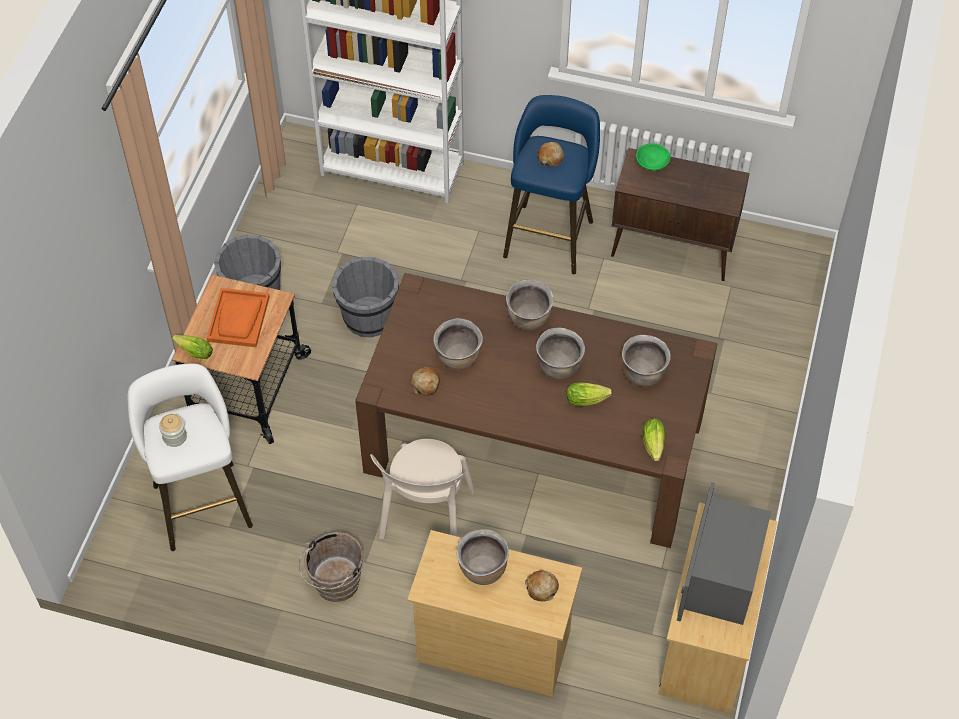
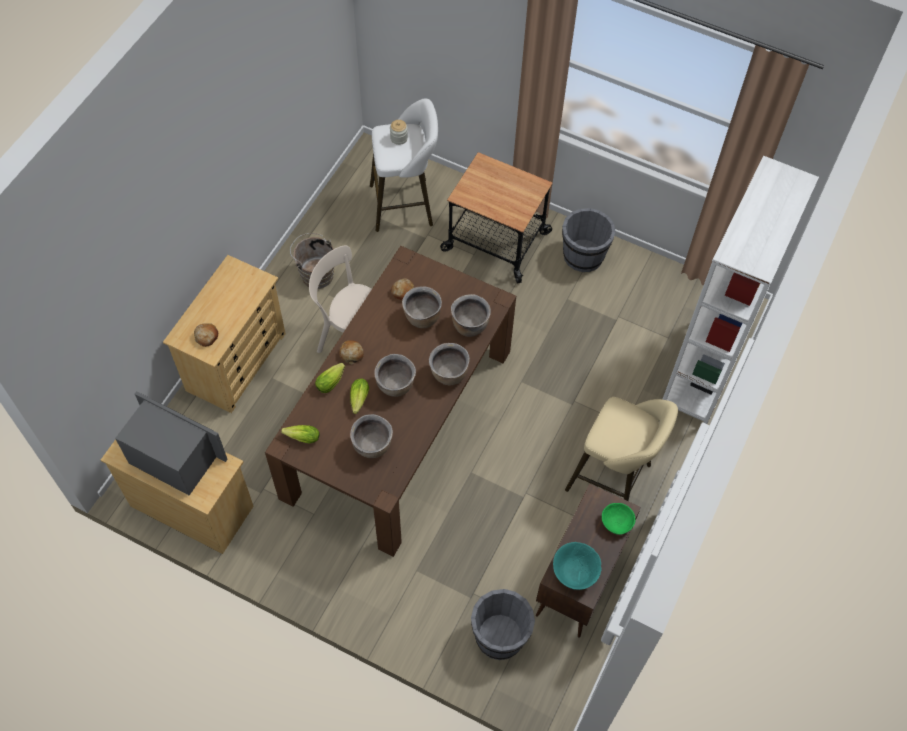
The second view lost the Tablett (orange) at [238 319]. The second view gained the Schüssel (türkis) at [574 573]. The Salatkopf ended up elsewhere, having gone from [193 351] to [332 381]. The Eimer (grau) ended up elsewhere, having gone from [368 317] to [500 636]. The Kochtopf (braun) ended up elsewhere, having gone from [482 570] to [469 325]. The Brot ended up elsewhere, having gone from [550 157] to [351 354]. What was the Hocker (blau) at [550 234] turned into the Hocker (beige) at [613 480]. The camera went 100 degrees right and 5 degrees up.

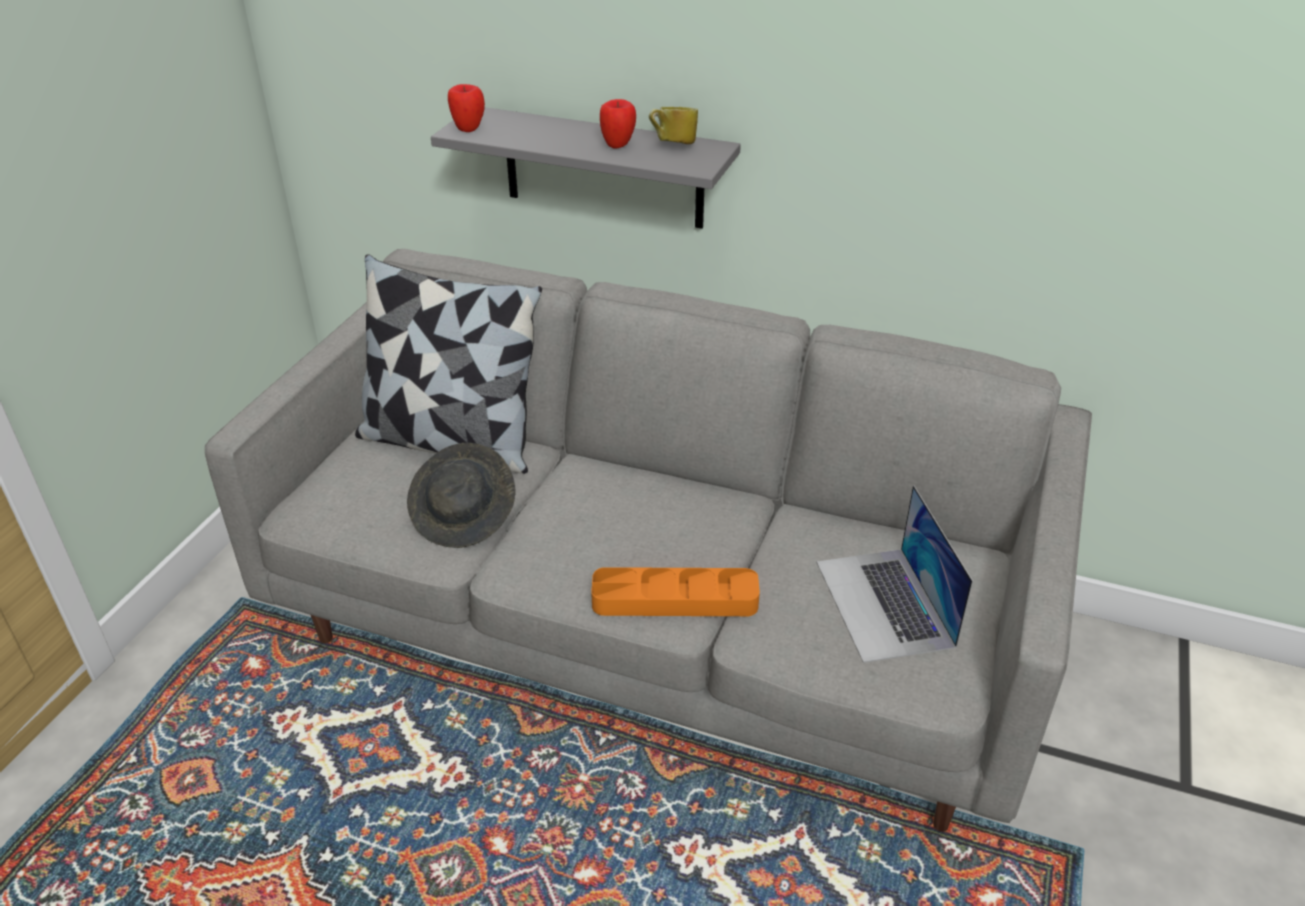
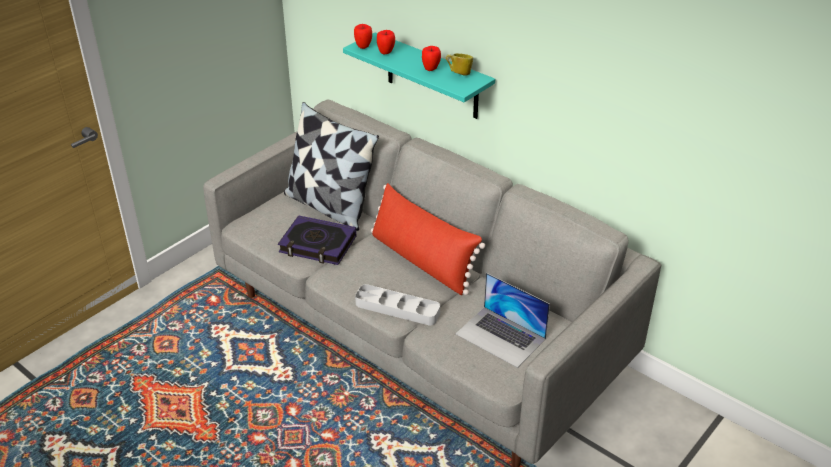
The second view gained the Kissen (rot) at [422 261]. The second view gained the Apfel at [386 53]. Where the Hut (grau) stood at [465 516], the Buch came to stand at [318 245]. What was the Wandregal (grau) at [603 168] turned into the Wandregal (türkis) at [432 77]. What was the Tablett (orange) at [675 599] turned into the Tablett (grau) at [397 308]. The Laptop at [884 603] ended up facing another way, 60 degrees counterclockwise from before. The camera went 20 degrees right and 0 degrees up.

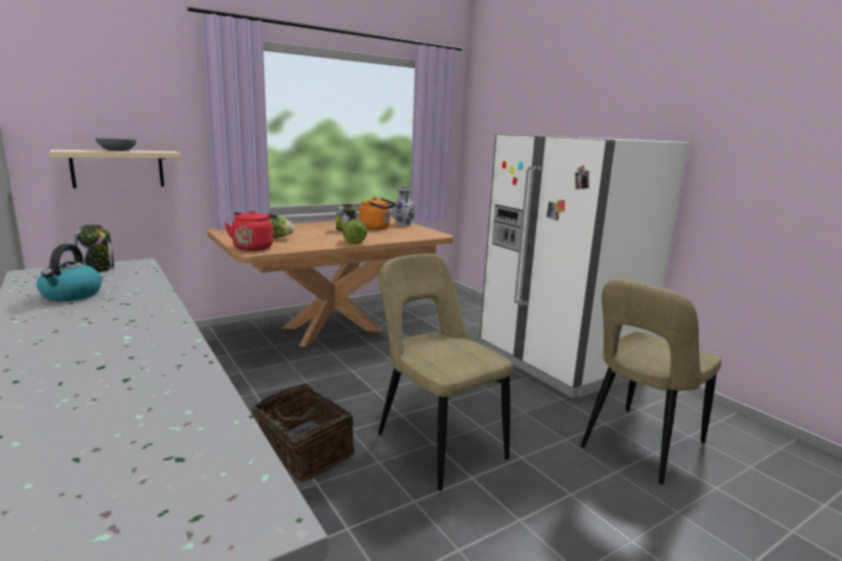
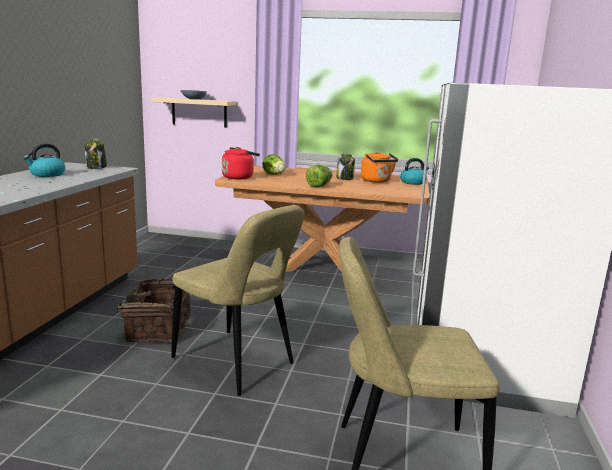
Where the Vase stood at [402 224], the Wasserkessel came to stand at [413 182]. The Stuhl (beige) at [436 444] ended up facing another way, 120 degrees clockwise from before. The camera went 45 degrees right and 0 degrees up.

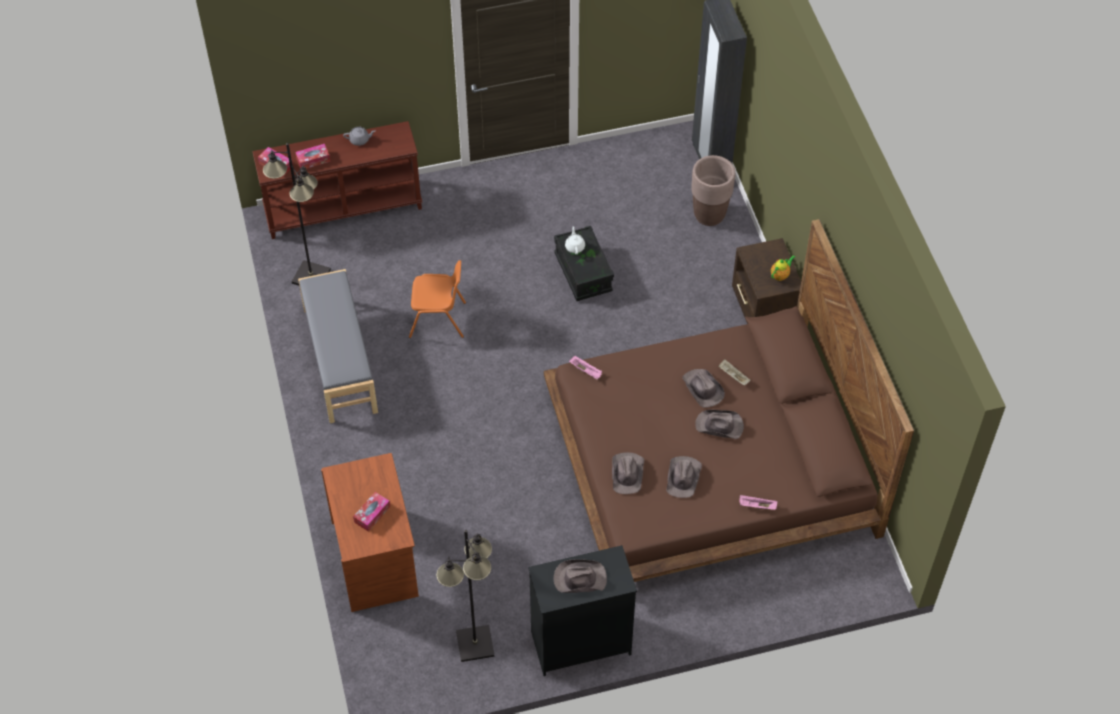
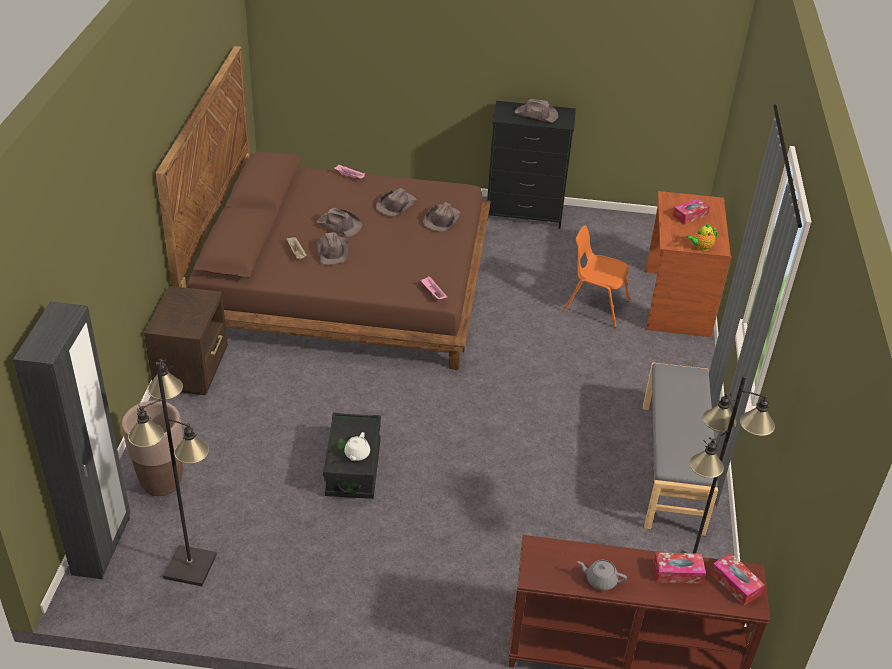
The Stuhl (orange) ended up elsewhere, having gone from [438 320] to [594 306]. The Stehlampe (schwarz) ended up elsewhere, having gone from [474 644] to [191 566]. The Teekanne ended up elsewhere, having gone from [780 275] to [701 247]. The camera went 160 degrees left and 15 degrees down.

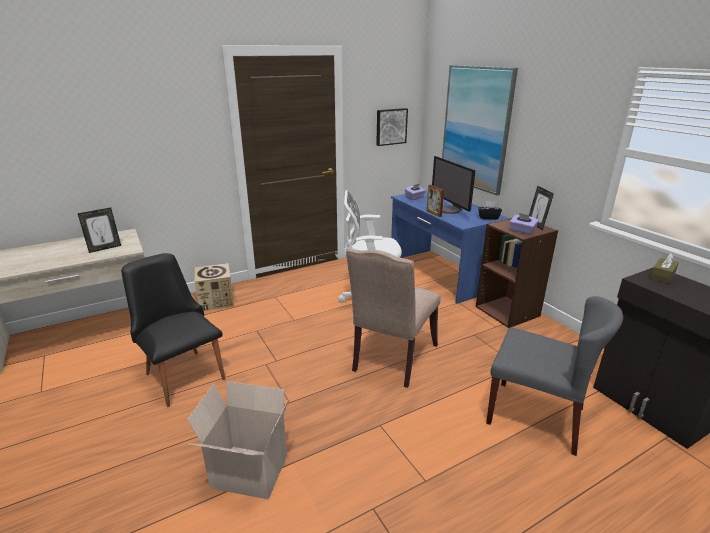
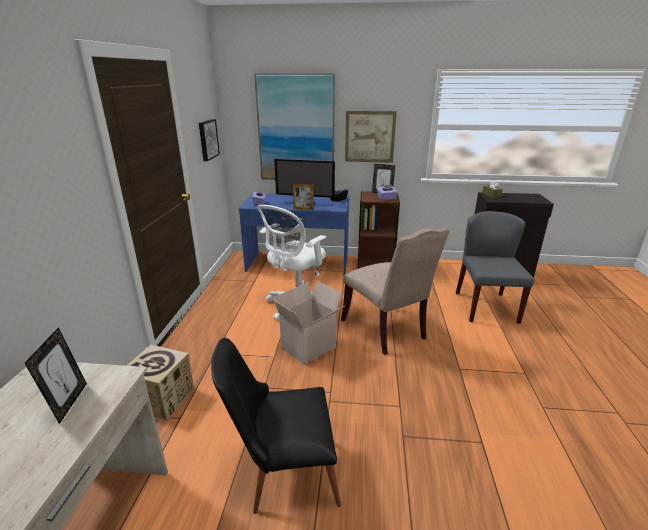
The second view gained the Bild at [370 136]. The Karton ended up elsewhere, having gone from [247 473] to [309 348]. The Stuhl (grau) at [536 416] ended up facing another way, 60 degrees counterclockwise from before. The camera went 55 degrees left and 0 degrees up.

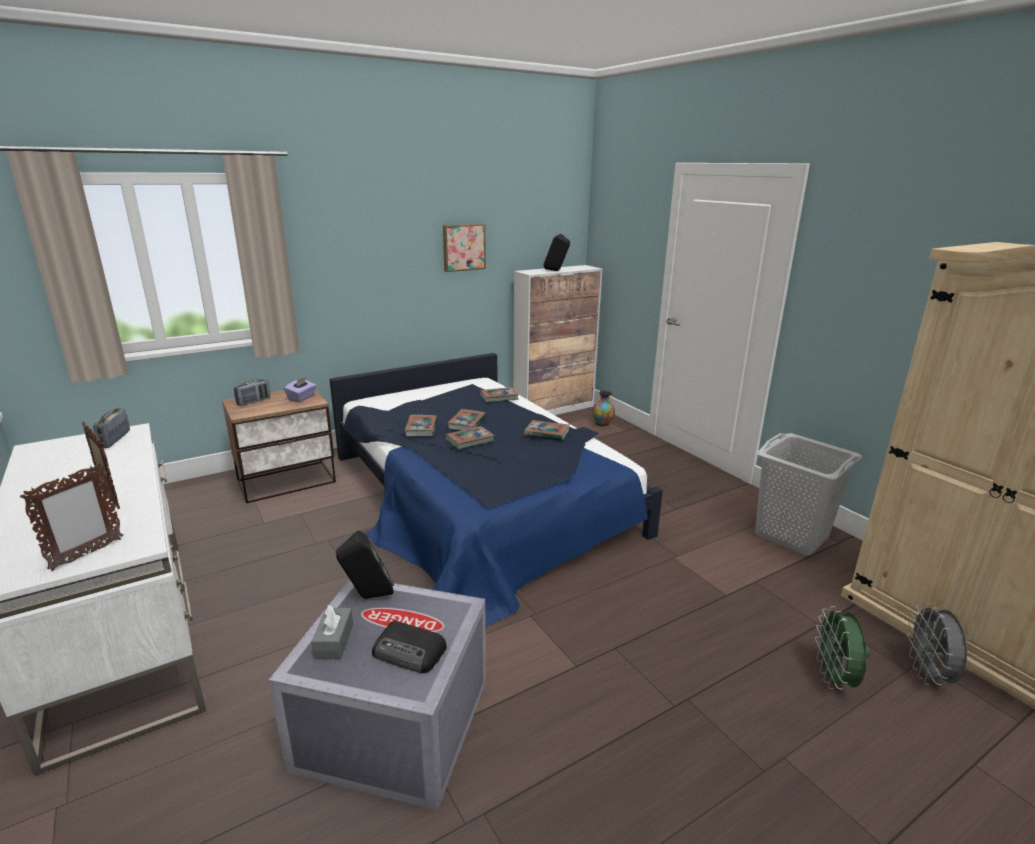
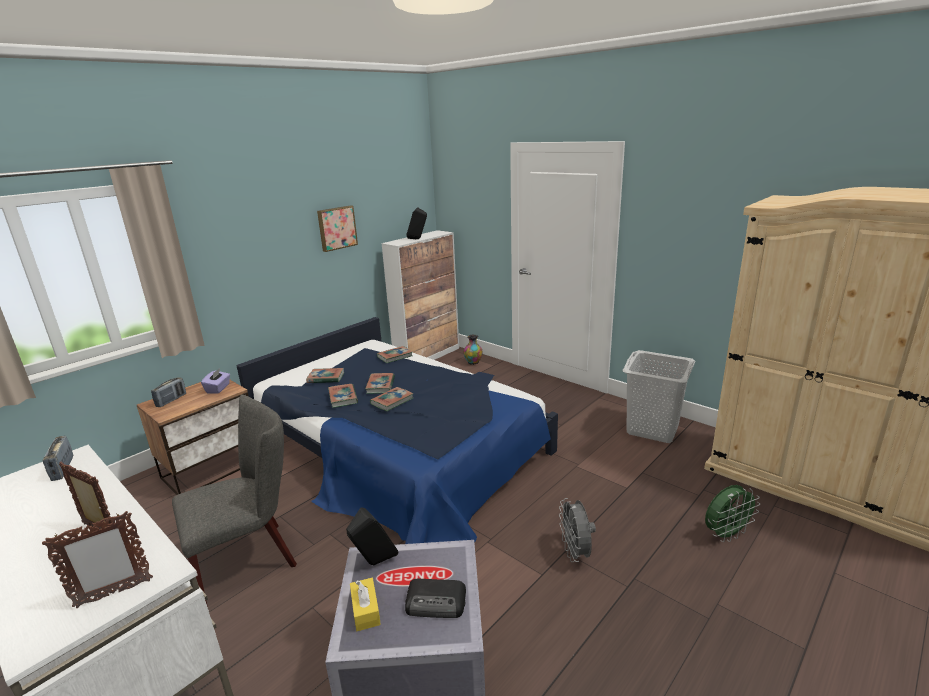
The second view gained the Stuhl (grau) at [250 559]. The Buch ended up elsewhere, having gone from [546 433] to [326 378]. The Ventilator (grau) ended up elsewhere, having gone from [928 675] to [575 553]. What was the Taschentuchbox (grau) at [334 641] turned into the Taschentuchbox (gelb) at [365 610]. The Bilderrahmen at [86 554] ended up facing another way, 45 degrees clockwise from before. The Ventilator (grün) at [834 679] ended up facing another way, 105 degrees counterclockwise from before. The camera went 15 degrees left and 0 degrees up.

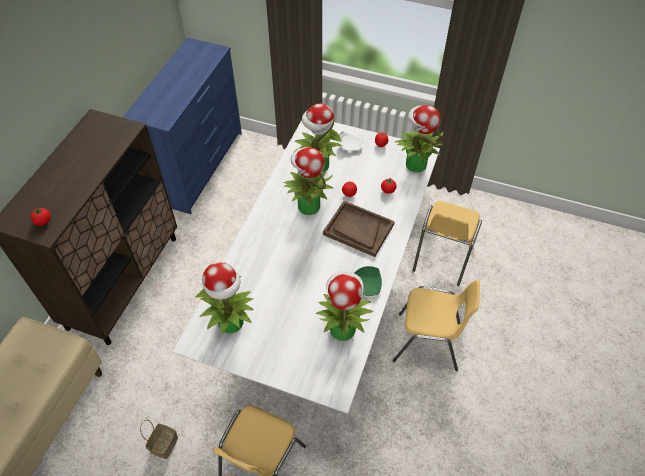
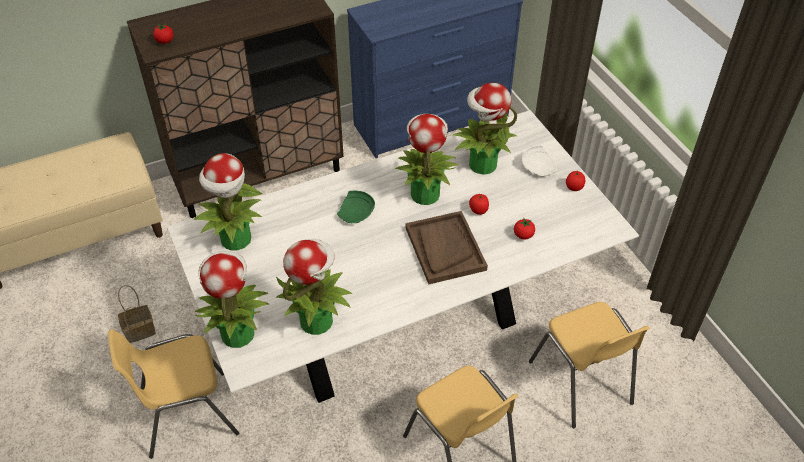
The Teller (grün) ended up elsewhere, having gone from [368 285] to [356 213]. The Topfpflanze ended up elsewhere, having gone from [415 164] to [237 333]. The Stuhl (gelb) at [442 257] ended up facing another way, 90 degrees counterclockwise from before. The camera went 45 degrees right and 5 degrees down.

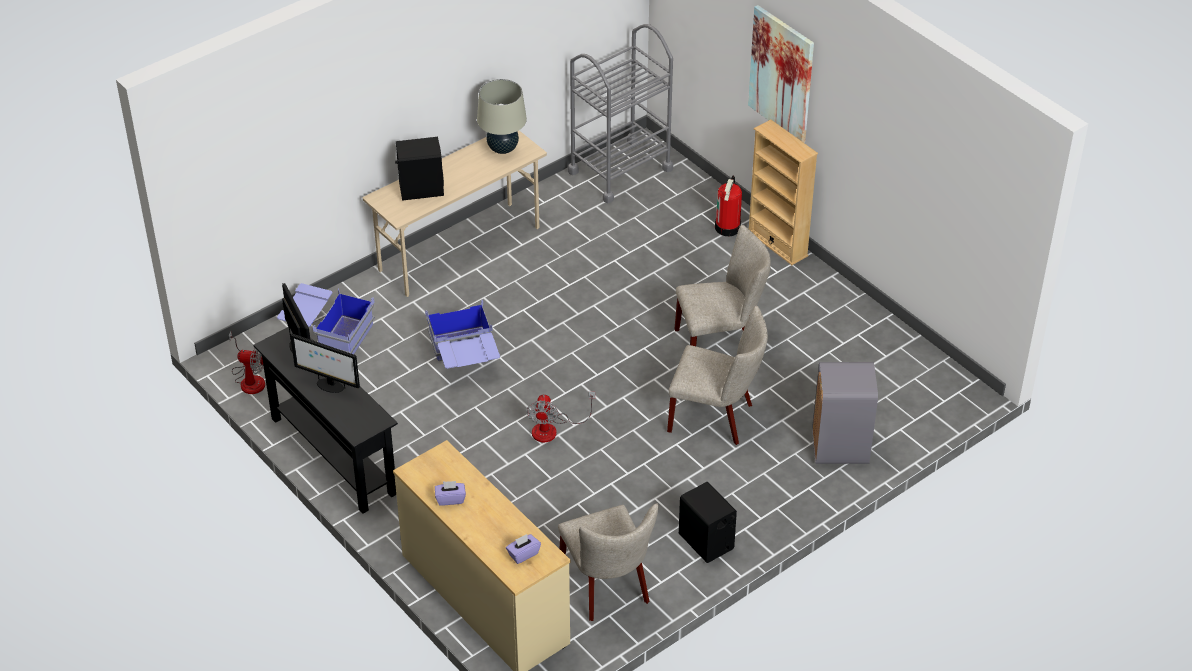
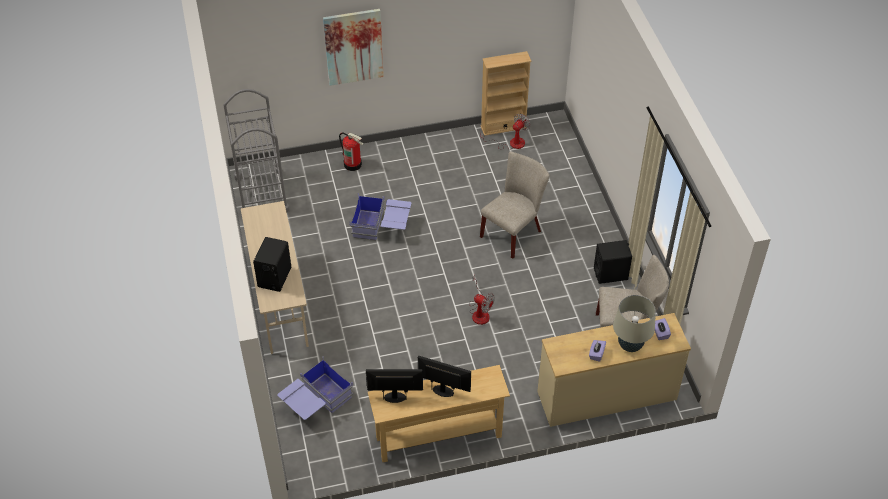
The second view lost the Stuhl (beige) at [721 344]. The second view lost the Mülleimer (grau) at [840 448]. The Ventilator ended up elsewhere, having gone from [250 379] to [511 143]. The Aufbewahrungsbox (blau) ended up elsewhere, having gone from [464 359] to [382 227]. The Tischlampe (beige) ended up elsewhere, having gone from [503 148] to [630 345]. The Bücherregal (beige) ended up elsewhere, having gone from [777 243] to [503 127]. What was the Konsolentisch (schwarz) at [332 456] turned into the Konsolentisch (beige) at [439 437]. The Monitor at [329 386] ended up facing another way, 120 degrees counterclockwise from before. The camera went 65 degrees left and 5 degrees up.

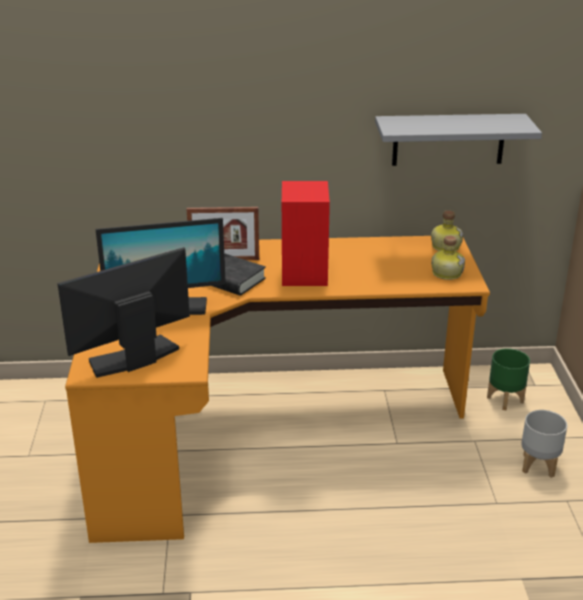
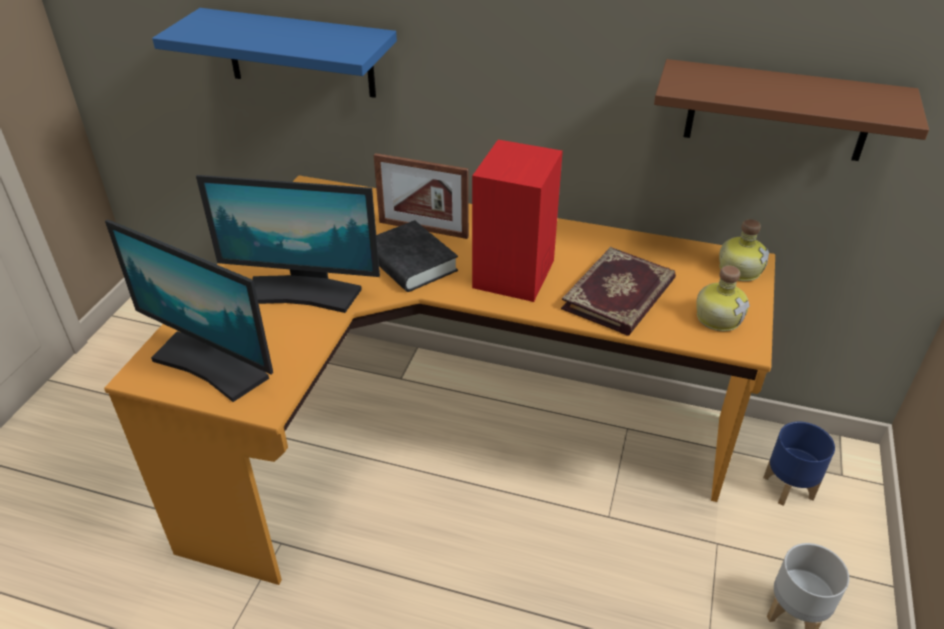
The second view gained the Wandregal (blau) at [300 53]. The second view gained the Buch at [620 295]. What was the Wandregal (grau) at [448 139] turned into the Wandregal (braun) at [778 111]. What was the Pflanzkübel (grün) at [505 399] turned into the Pflanzkübel (blau) at [789 487]. The Monitor at [134 358] ended up facing another way, 135 degrees counterclockwise from before. The camera went 20 degrees right and 10 degrees up.

